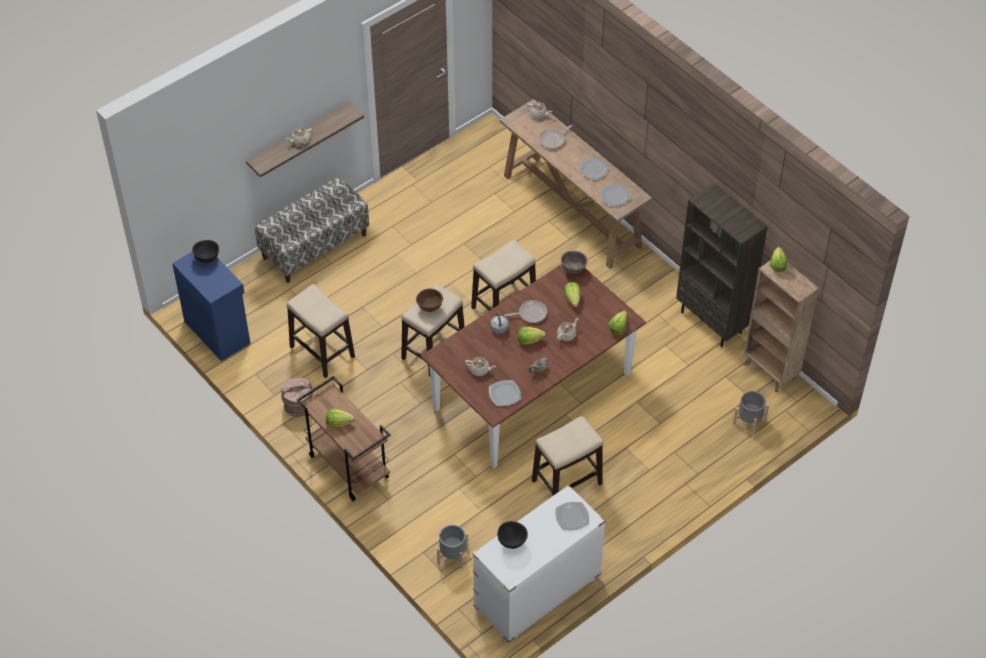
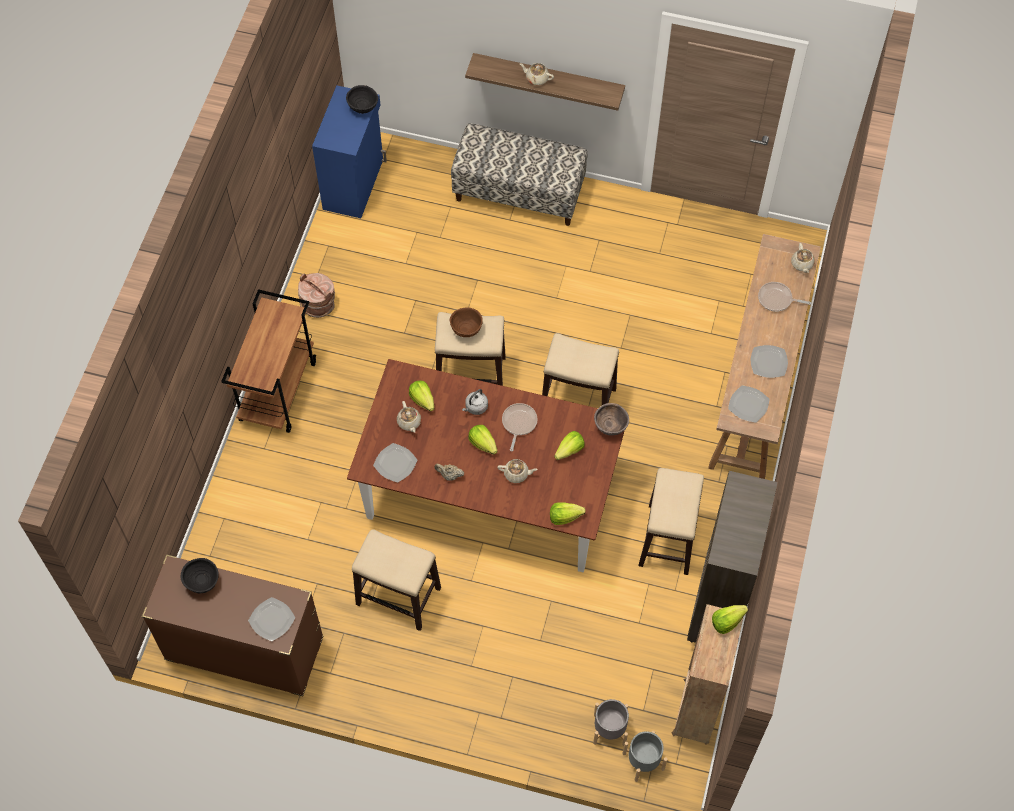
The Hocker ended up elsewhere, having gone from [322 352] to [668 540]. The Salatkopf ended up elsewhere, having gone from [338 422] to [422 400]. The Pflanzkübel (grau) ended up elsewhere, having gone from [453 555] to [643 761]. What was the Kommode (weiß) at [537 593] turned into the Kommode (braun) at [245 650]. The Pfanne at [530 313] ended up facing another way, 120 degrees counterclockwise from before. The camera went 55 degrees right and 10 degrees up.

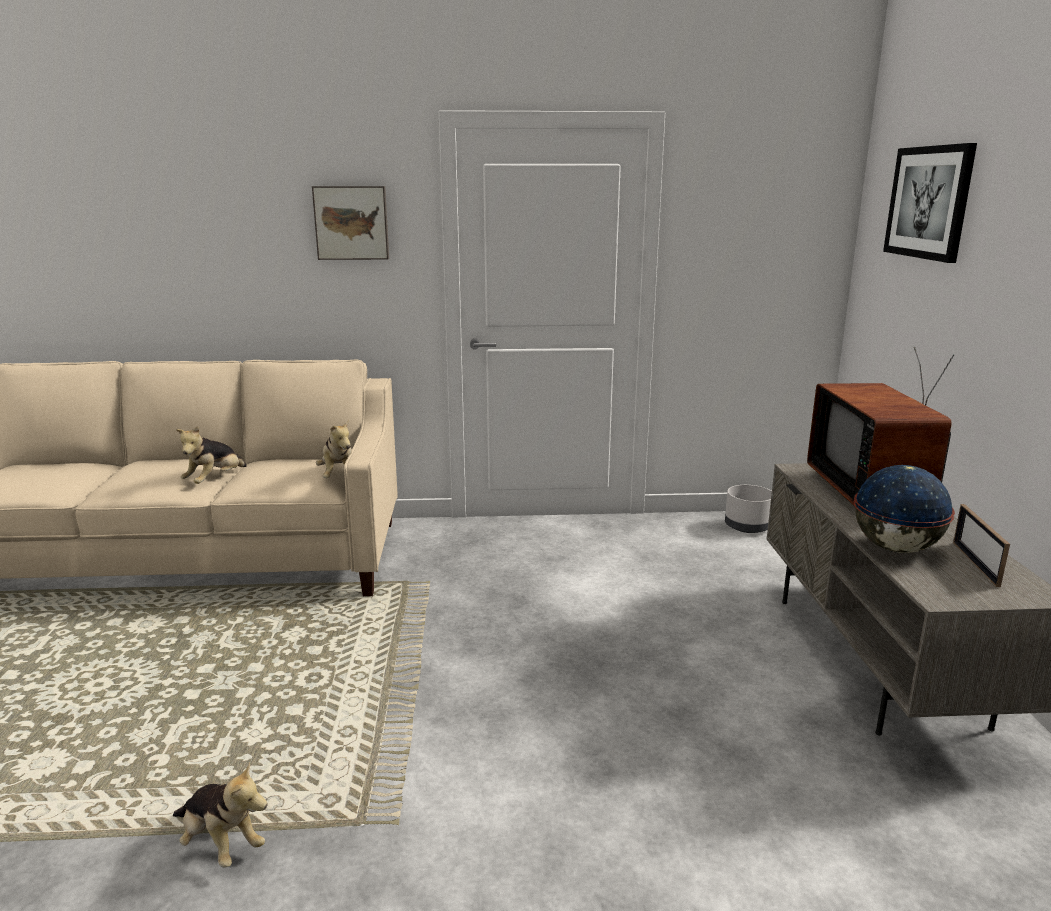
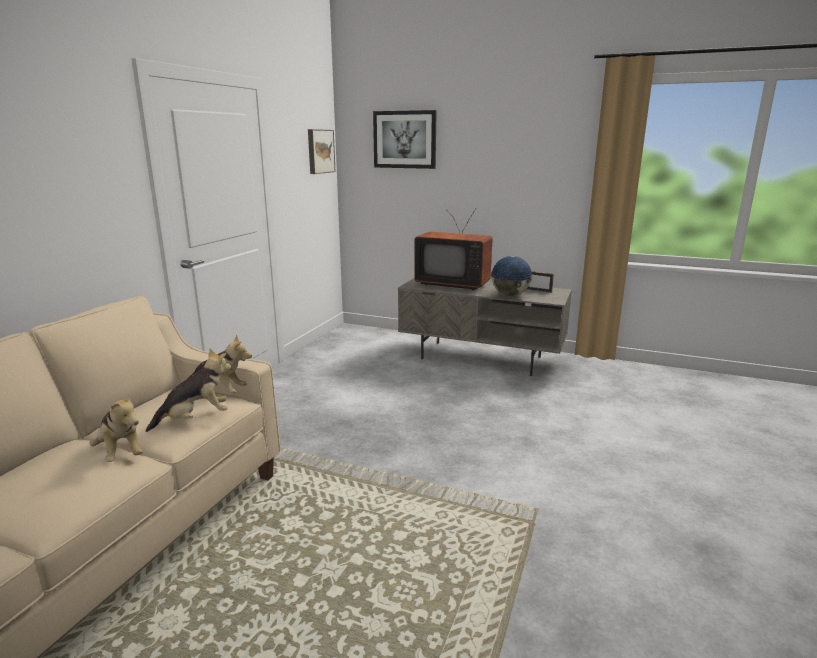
The second view lost the Pflanzkübel (grau) at [747 526]. The Plüschtier ended up elsewhere, having gone from [221 843] to [196 419]. The Bild ended up elsewhere, having gone from [352 223] to [320 151]. The camera went 65 degrees left and 0 degrees up.

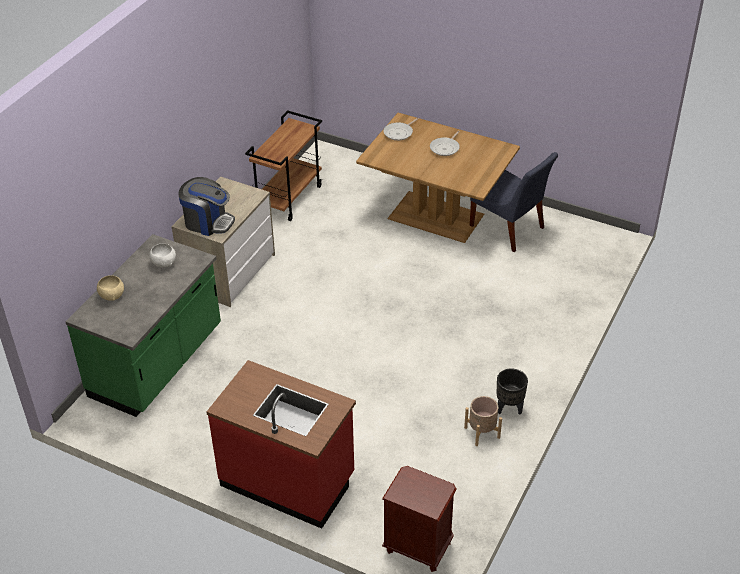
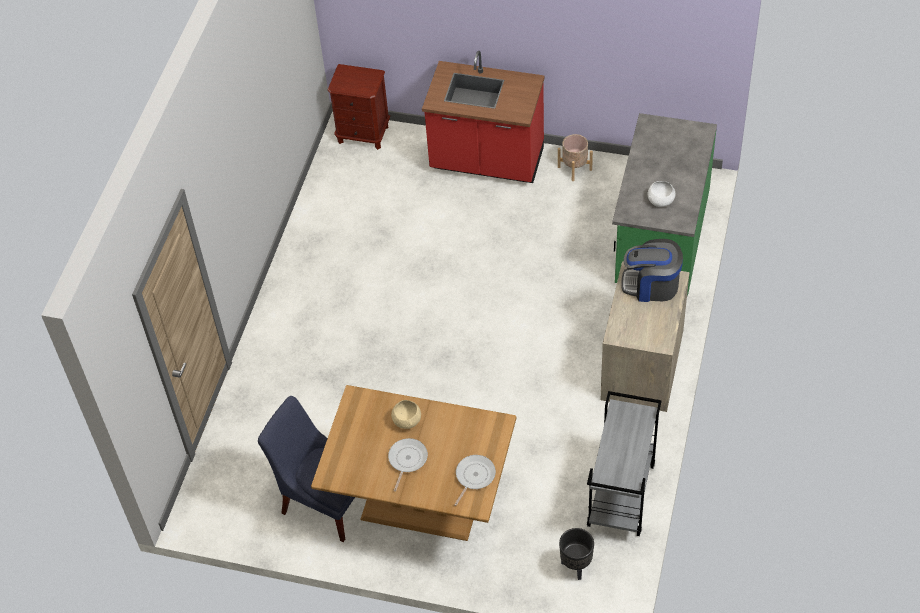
The Schüssel (beige) ended up elsewhere, having gone from [112 295] to [407 421]. The Pflanzkübel (beige) ended up elsewhere, having gone from [482 432] to [575 168]. The Pflanzkübel (schwarz) ended up elsewhere, having gone from [509 408] to [575 566]. What was the Rollwagen (braun) at [288 197] turned into the Rollwagen (grau) at [621 496]. The camera went 170 degrees right and 10 degrees up.

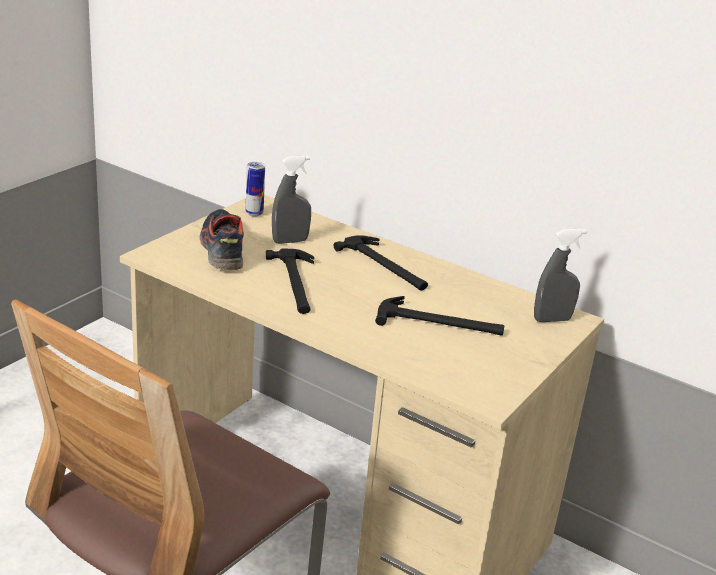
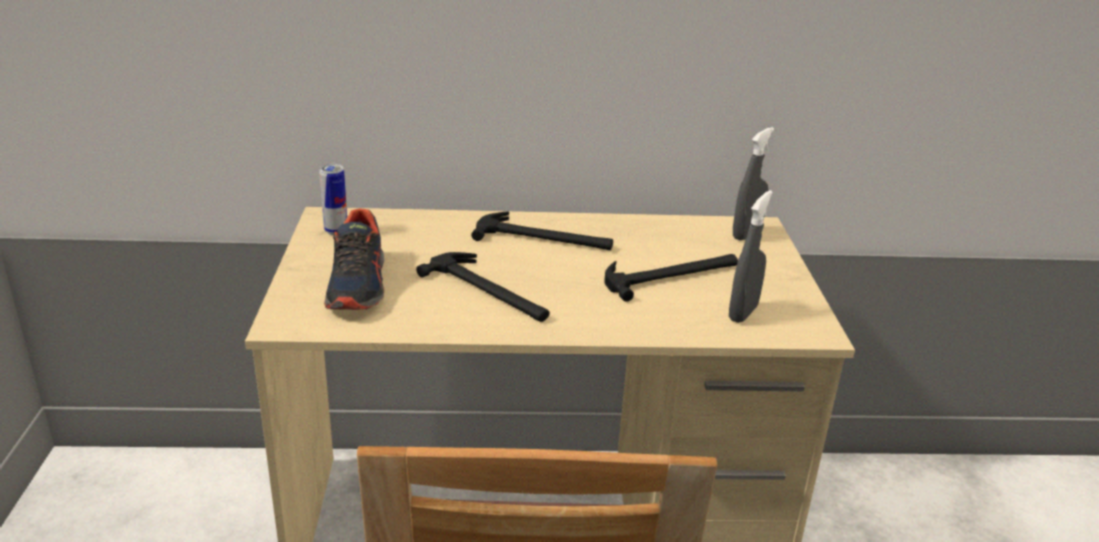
The Sprühflasche (grau) ended up elsewhere, having gone from [290 241] to [743 313]. The Schuh at [222 249] ended up facing another way, 135 degrees counterclockwise from before. The camera went 35 degrees left and 0 degrees up.

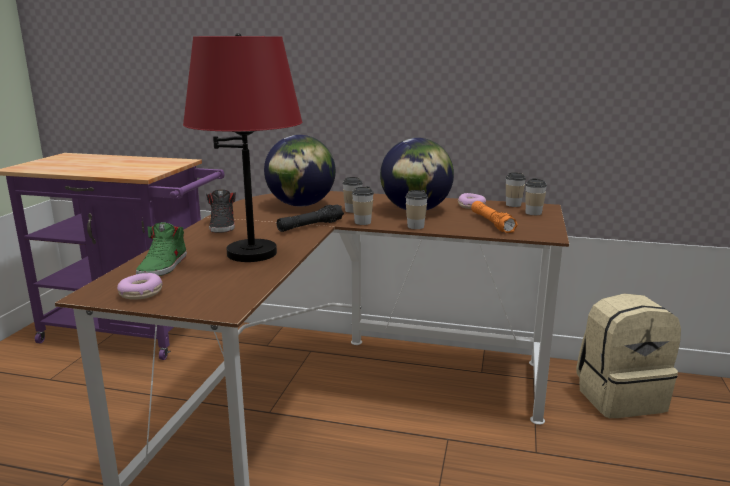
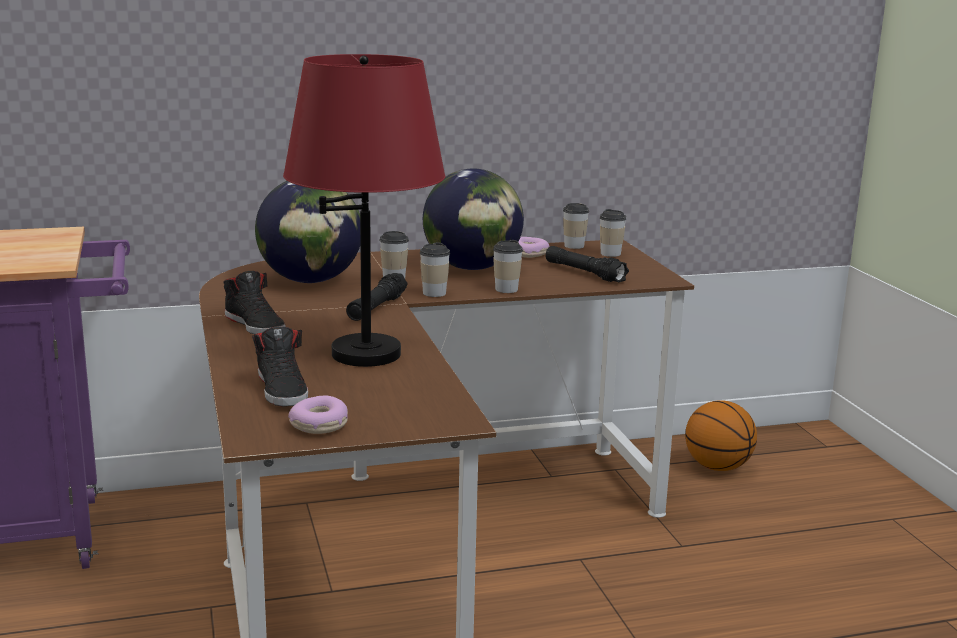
Where the Rucksack (beige) stood at [619 396], the Basketball came to stand at [717 467]. What was the Schuh (grün) at [164 266] turned into the Schuh (schwarz) at [282 390]. What was the Taschenlampe (orange) at [491 223] turned into the Taschenlampe (schwarz) at [584 273]. The camera went 30 degrees left and 0 degrees up.

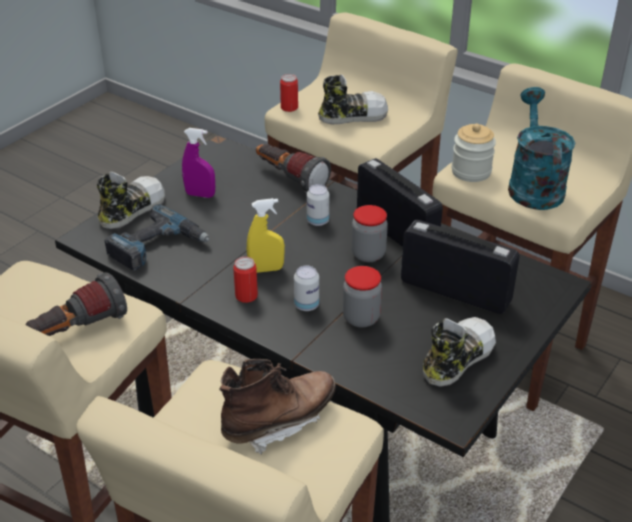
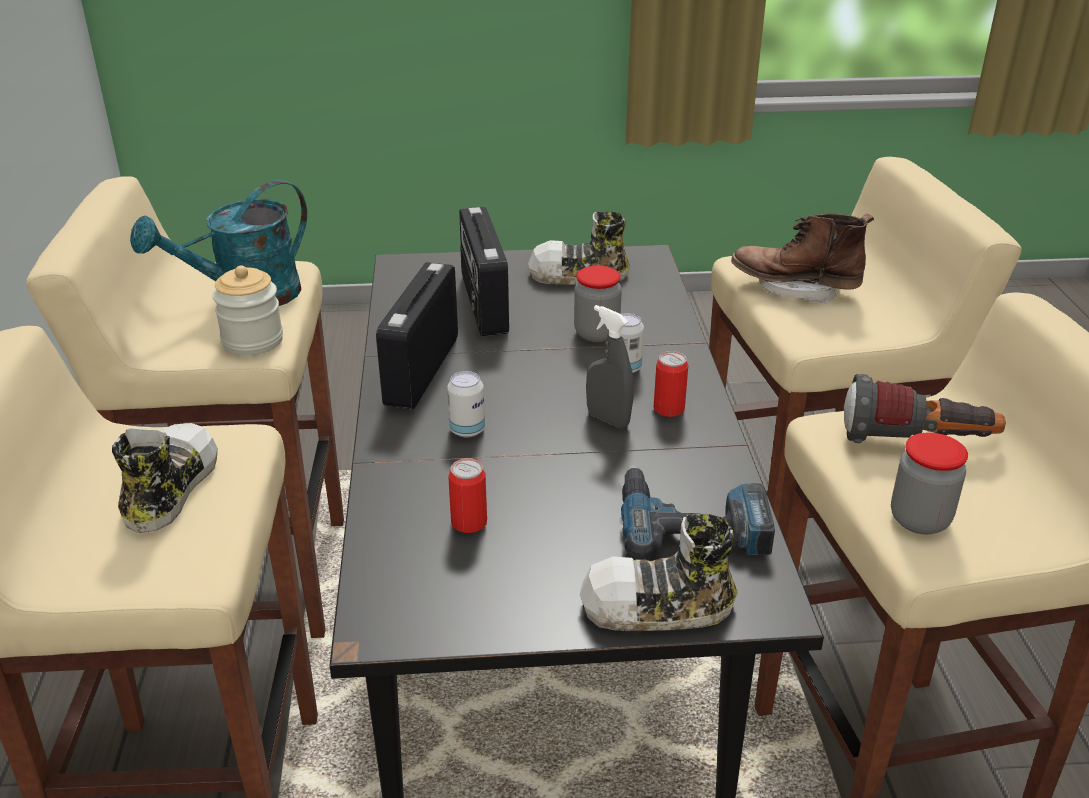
The second view lost the Sprühflasche (lila) at [200 195]. The second view lost the Taschenlampe at [289 179]. The Dose ended up elsewhere, having gone from [289 108] to [469 522]. The Vorratsglas ended up elsewhere, having gone from [368 254] to [919 519]. What was the Sprühflasche (gelb) at [266 269] turned into the Sprühflasche (grau) at [608 419]. The Schuh at [352 115] ended up facing another way, 60 degrees clockwise from before. The camera went 130 degrees left and 5 degrees down.

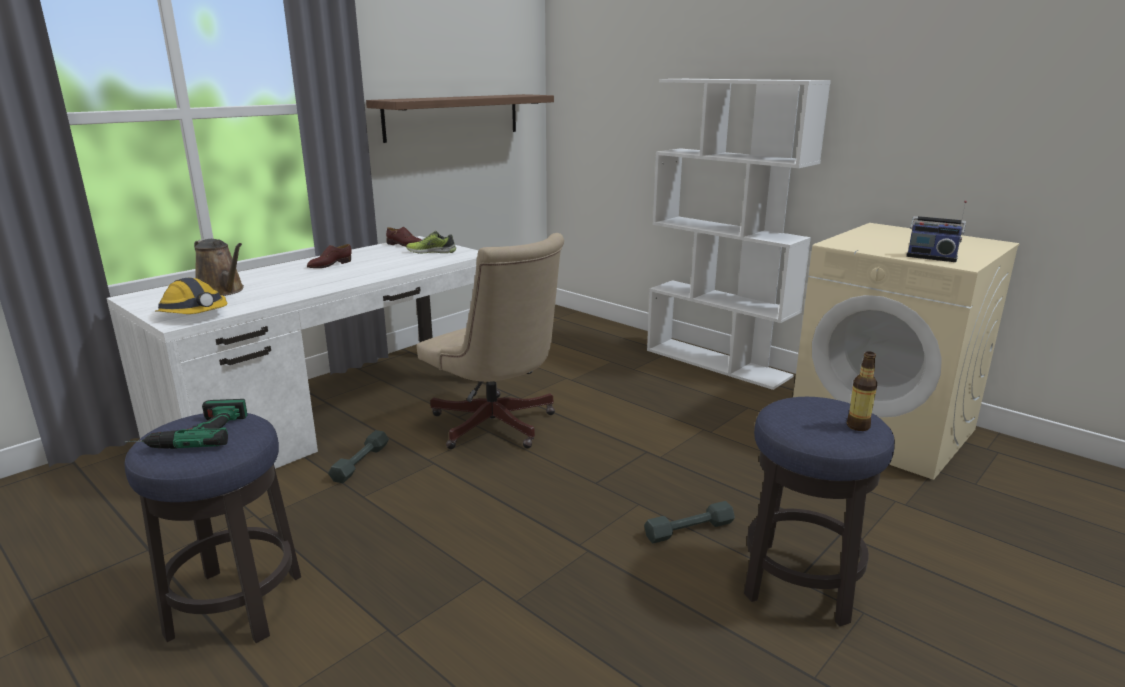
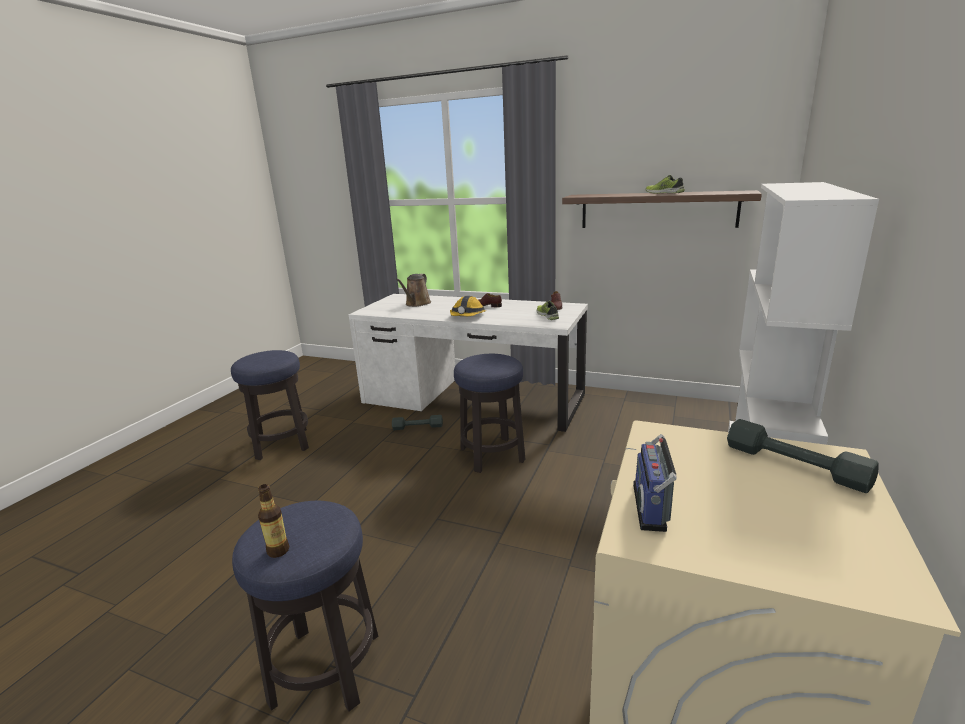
The second view lost the Bohrmaschine at [189 433]. The second view gained the Schuh at [664 193]. The Schutzhelm ended up elsewhere, having gone from [195 314] to [468 316]. The Hantel (grau) ended up elsewhere, having gone from [689 529] to [795 465]. Where the Bürostuhl (beige) stood at [497 427], the Hocker came to stand at [492 455]. The camera went 70 degrees right and 0 degrees up.

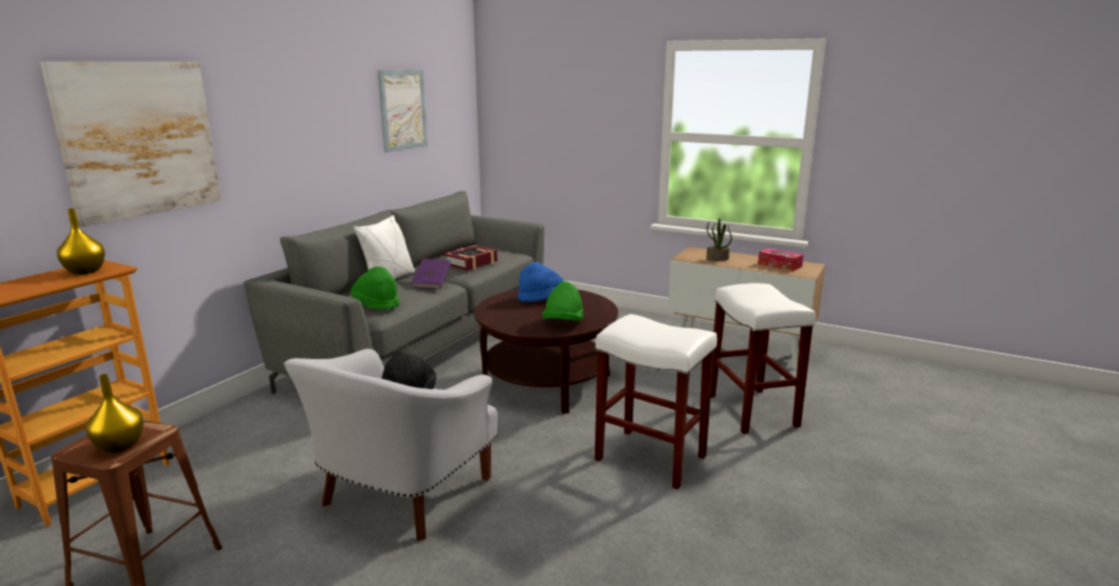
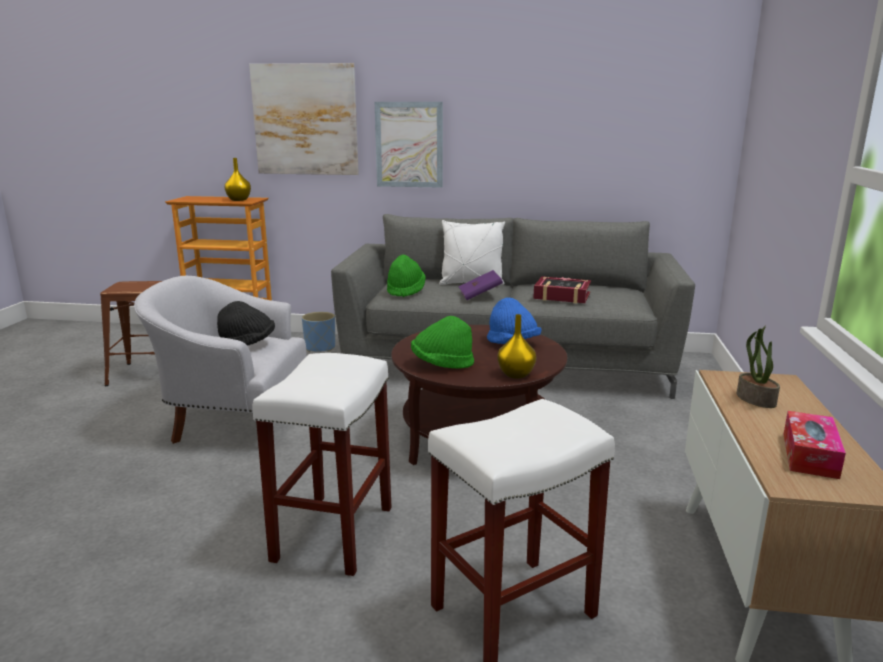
The second view gained the Pflanzkübel (blau) at [320 348]. The Vase (gelb) ended up elsewhere, having gone from [119 446] to [515 374]. The Bild ended up elsewhere, having gone from [403 110] to [409 145]. The camera went 70 degrees right and 0 degrees up.

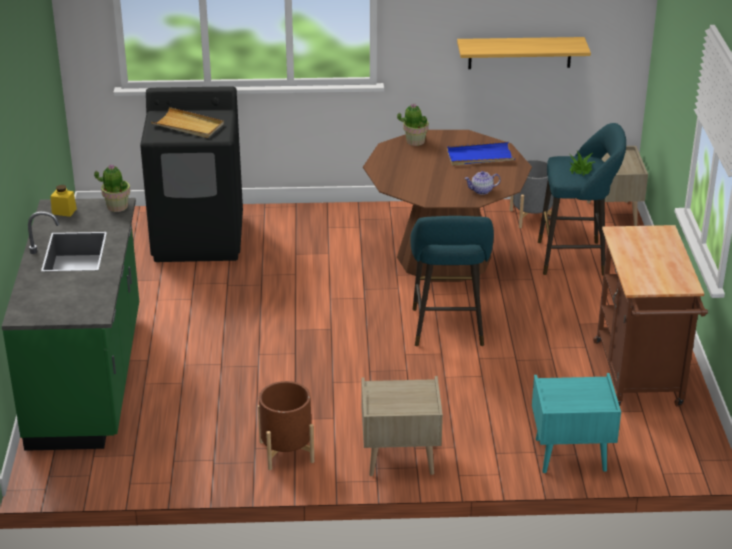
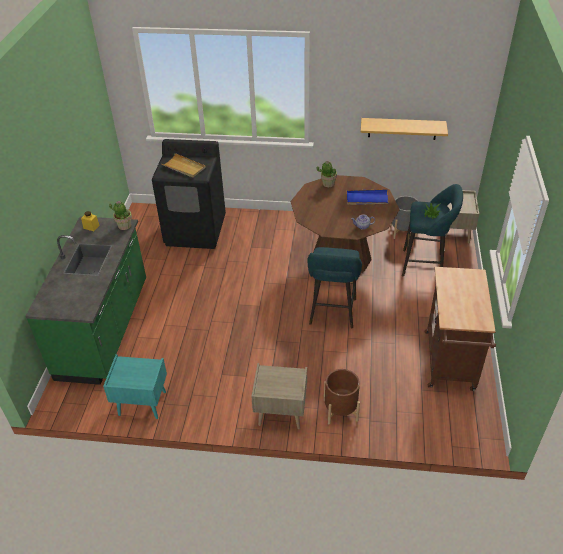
The Pflanzkübel (braun) ended up elsewhere, having gone from [286 451] to [340 410]. The Nachttisch (türkis) ended up elsewhere, having gone from [569 455] to [141 403]. The camera went 10 degrees right and 10 degrees up.

